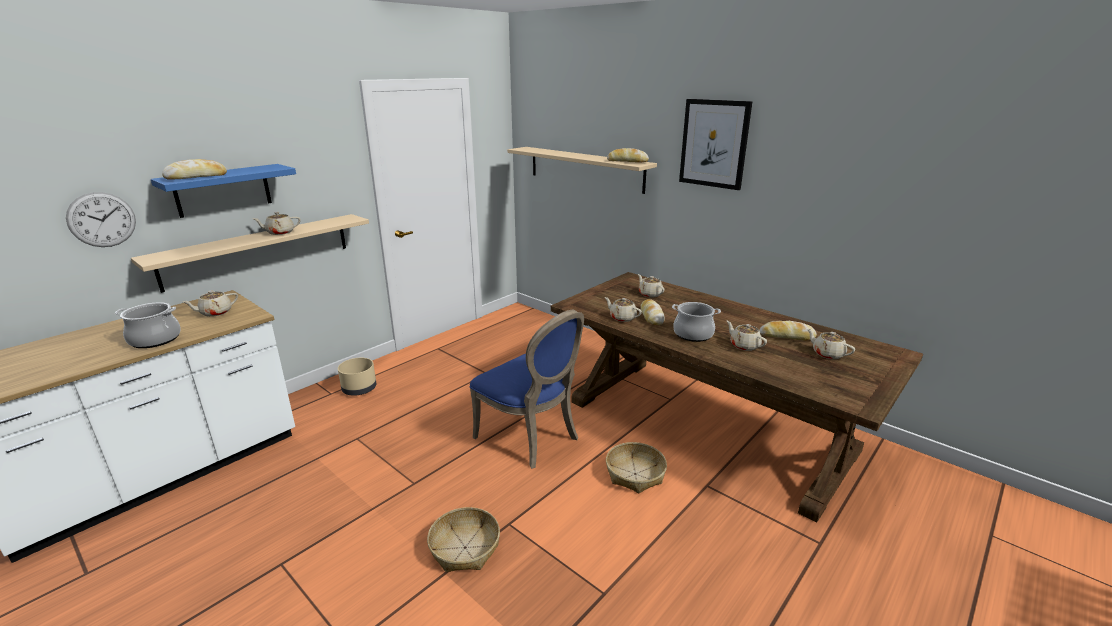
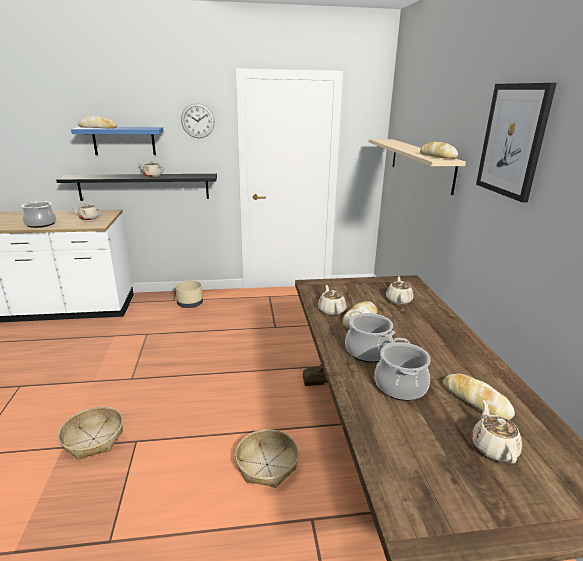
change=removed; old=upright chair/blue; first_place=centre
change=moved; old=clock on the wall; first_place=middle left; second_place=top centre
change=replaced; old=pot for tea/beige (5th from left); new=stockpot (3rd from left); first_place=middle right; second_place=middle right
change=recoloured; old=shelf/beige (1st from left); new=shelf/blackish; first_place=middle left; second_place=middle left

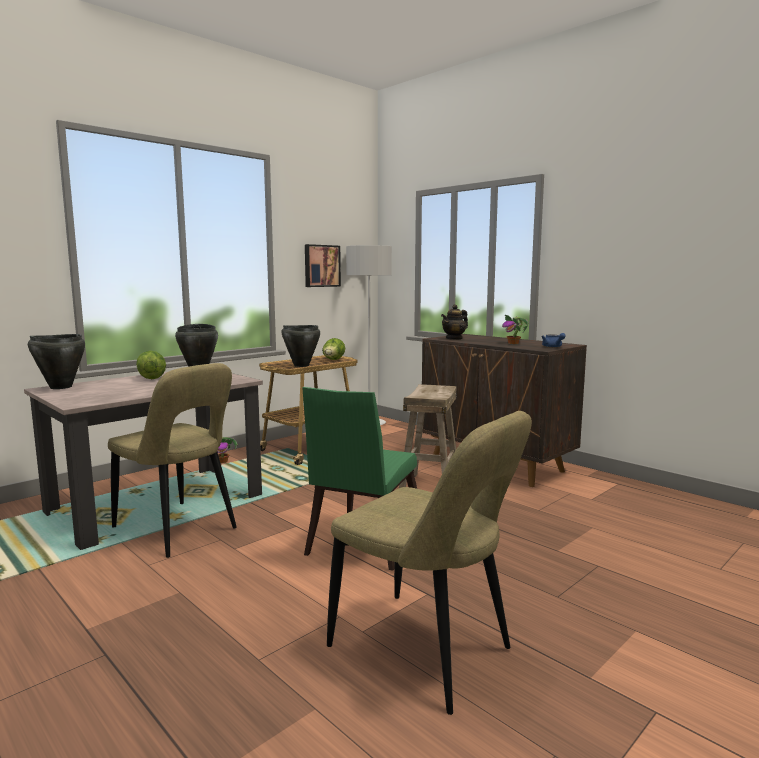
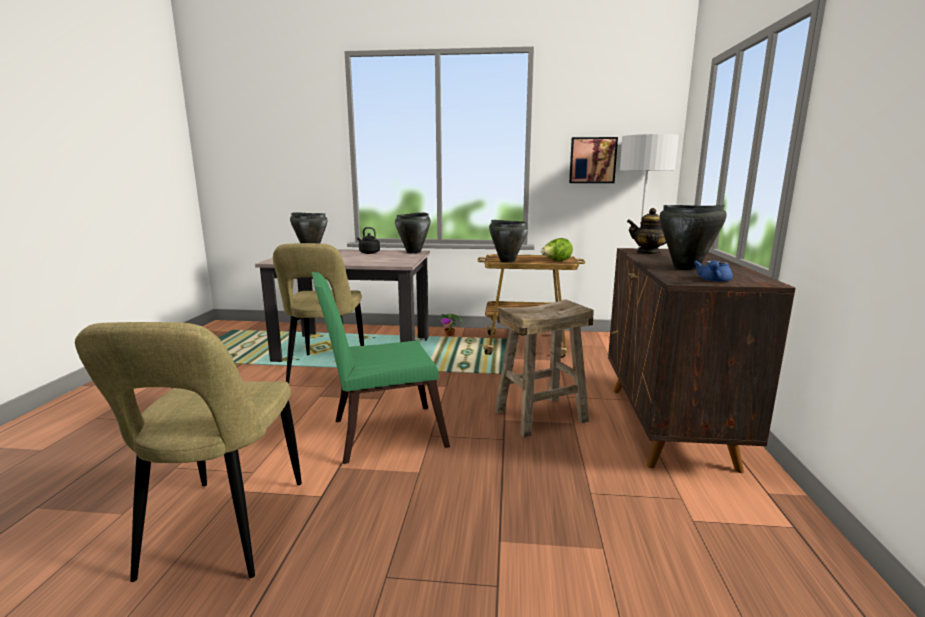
change=replaced; old=head of lettuce (1st from left); new=kettle/blackish; first_place=middle left; second_place=centre
change=replaced; old=plant in a pot (2nd from left); new=stockpot/blackish (4th from left); first_place=middle right; second_place=middle right

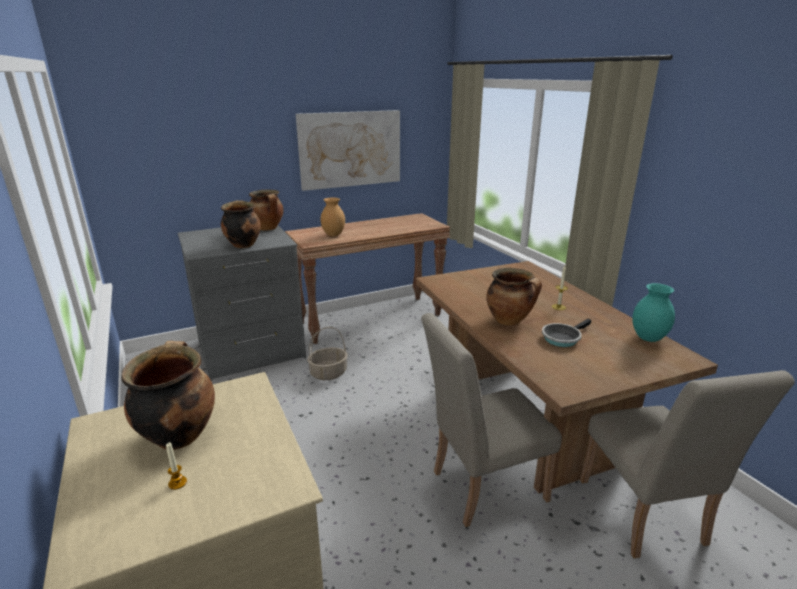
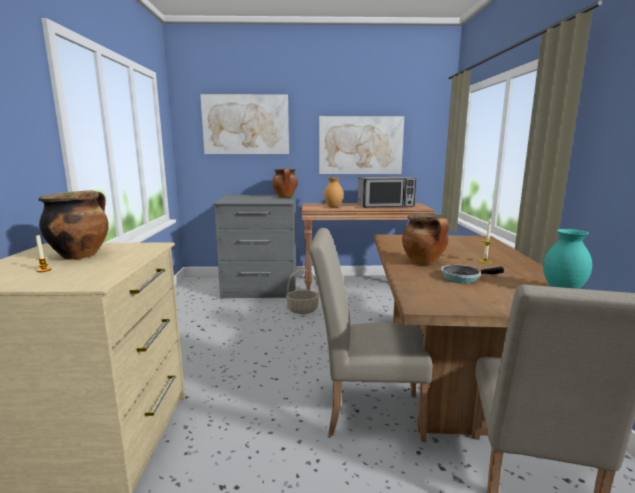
change=removed; old=stockpot (2nd from left); first_place=middle left
change=added; new=picture (1st from left); second_place=top centre
change=added; new=microwave; second_place=centre

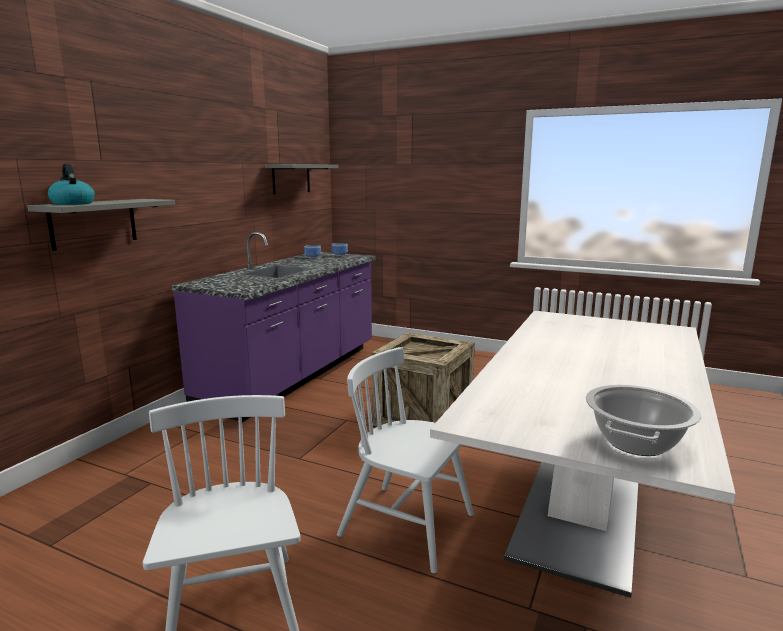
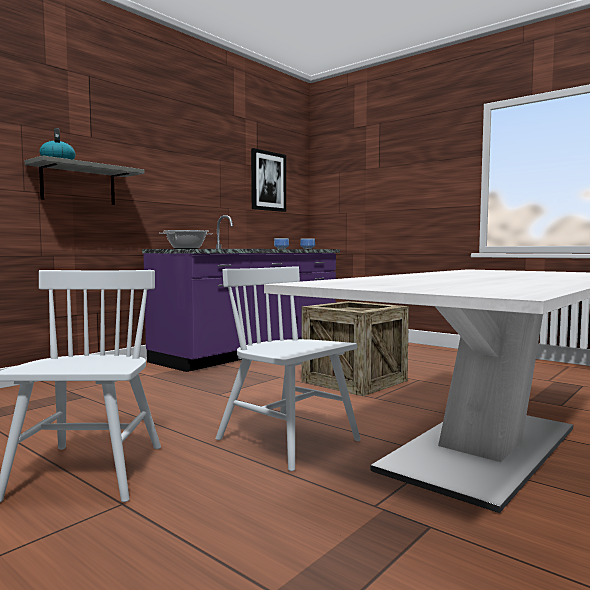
change=moved; old=stockpot; first_place=middle right; second_place=middle left
change=replaced; old=shelf/greyish (2nd from left); new=picture; first_place=top centre; second_place=top centre

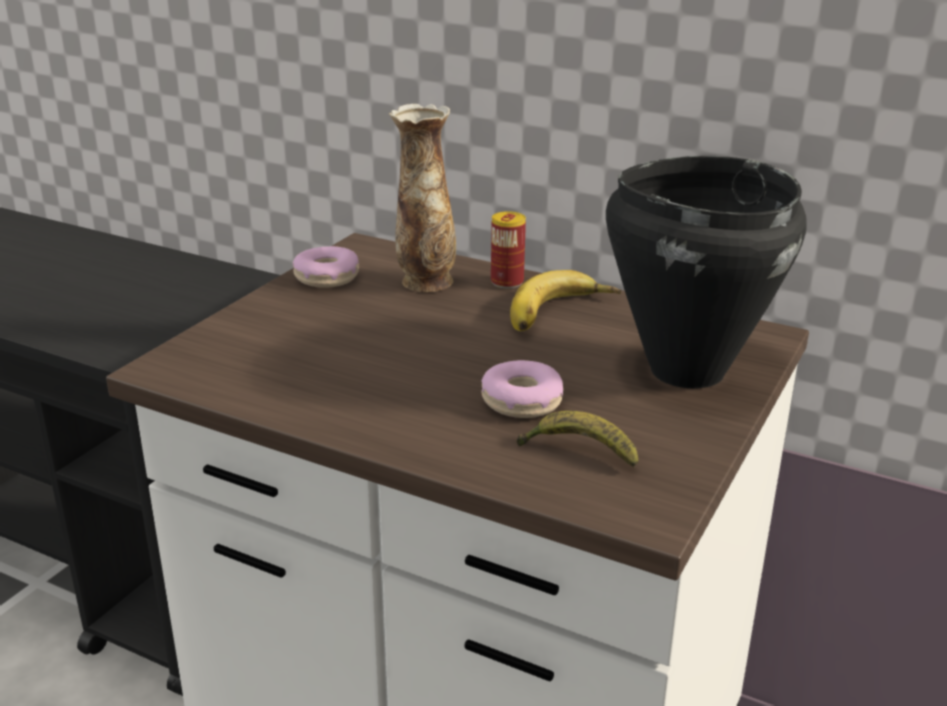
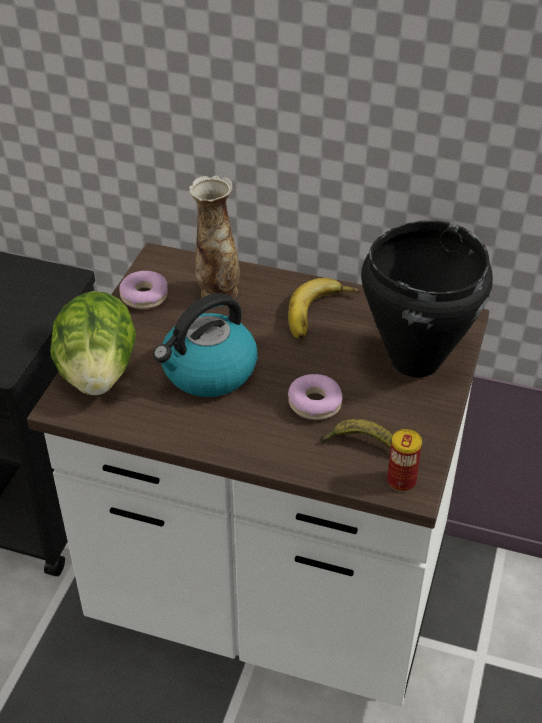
change=added; new=head of lettuce; second_place=middle left
change=added; new=kettle; second_place=centre
change=moved; old=sealed can; first_place=centre; second_place=middle right

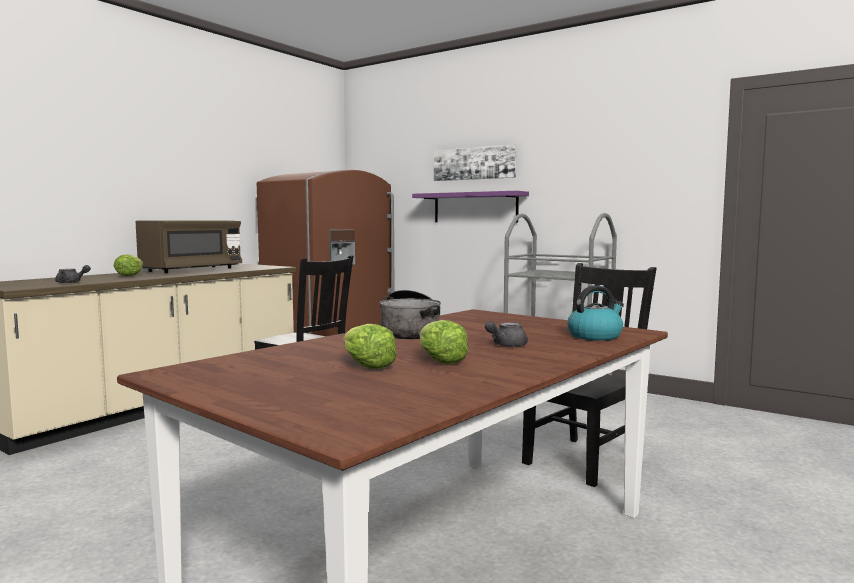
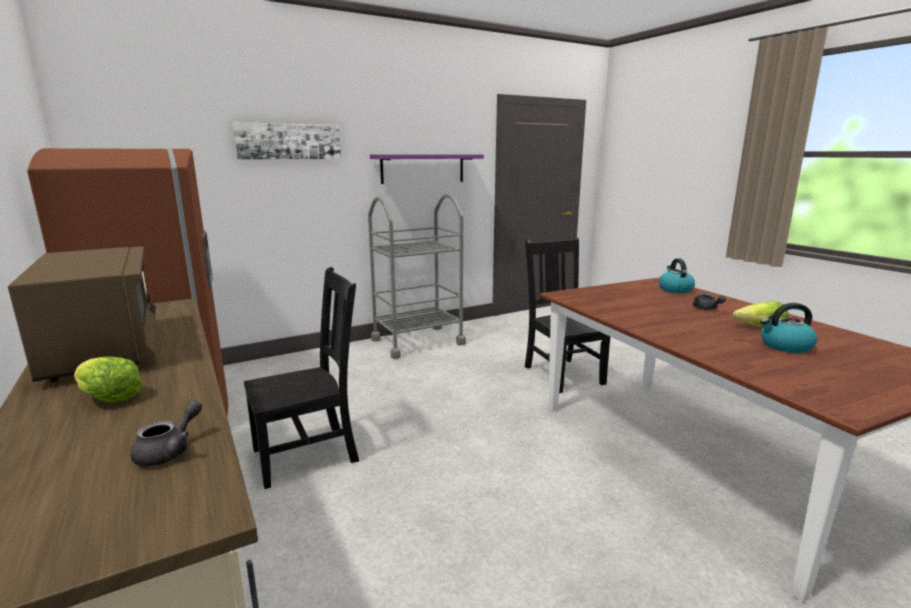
change=removed; old=stockpot; first_place=centre
change=moved; old=shelf/purple; first_place=centre; second_place=top centre
change=replaced; old=head of lettuce (2nd from left); new=kettle (2nd from left); first_place=centre; second_place=middle right

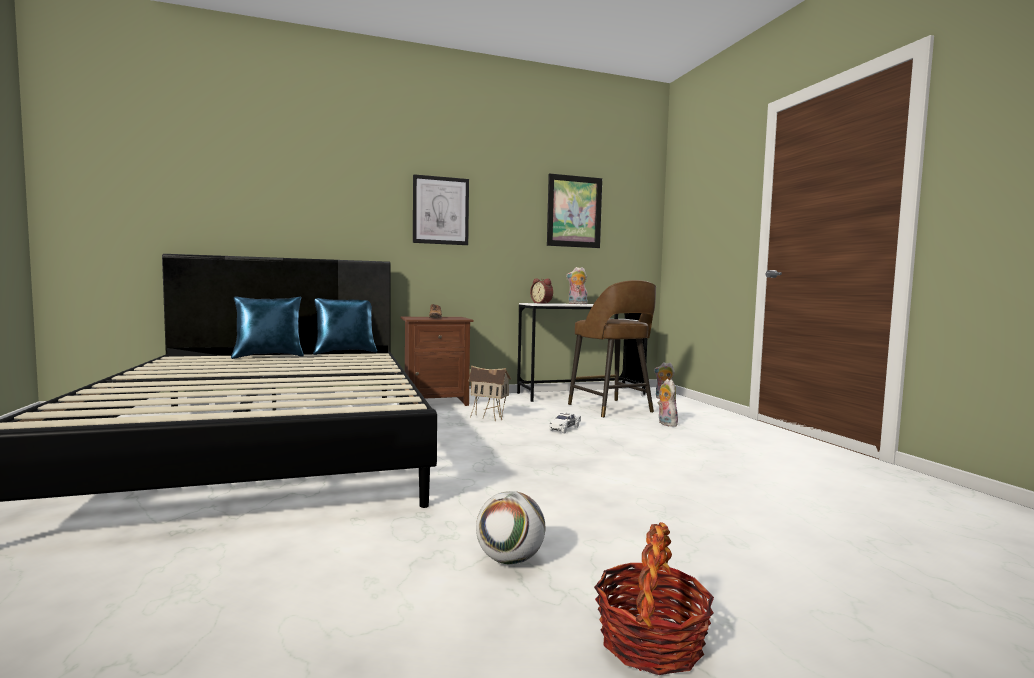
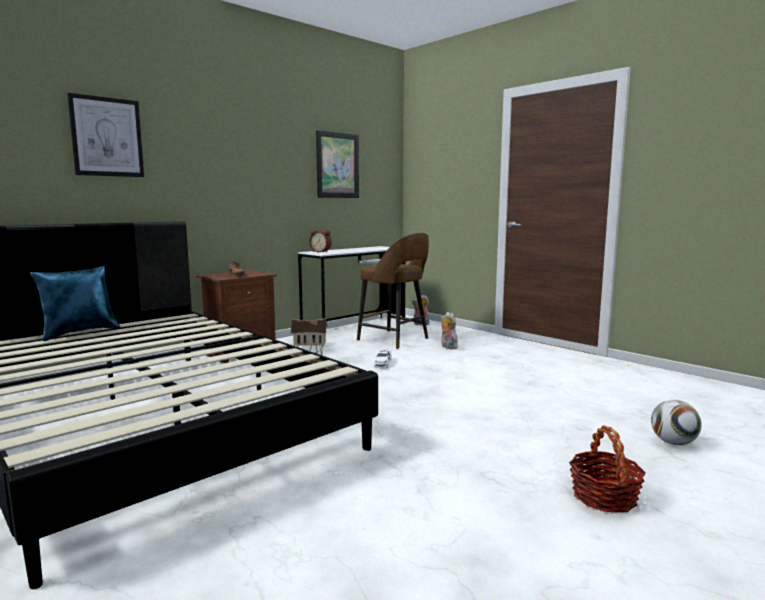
change=removed; old=cushion/blue (2nd from left); first_place=centre
change=removed; old=soft toy (1st from left); first_place=centre
change=moved; old=picture (1st from left); first_place=top centre; second_place=top left
change=moved; old=football ball; first_place=bottom centre; second_place=bottom right

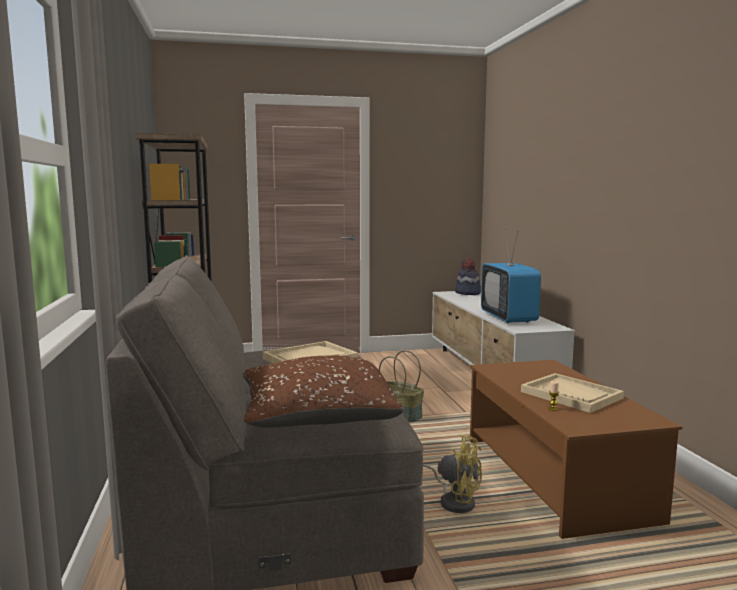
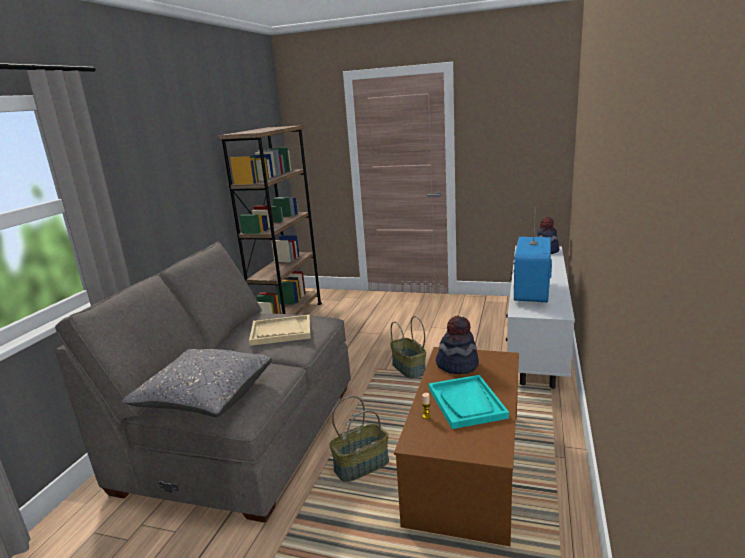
change=added; new=clothing hat (1st from left); second_place=centre
change=replaced; old=cooling fan/yellow-coloured; new=basket (1st from left); first_place=bottom centre; second_place=bottom centre
change=recoloured; old=cushion/brown; new=cushion/greyish; first_place=centre; second_place=bottom left
change=recoloured; old=carrying tray/beige (2nd from left); new=carrying tray/blue-green; first_place=middle right; second_place=bottom centre

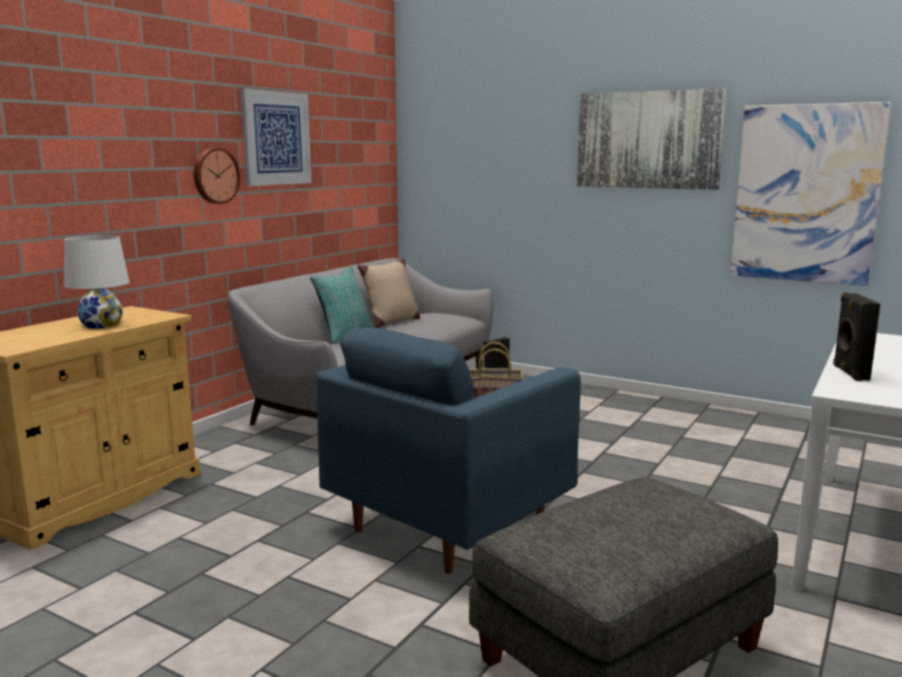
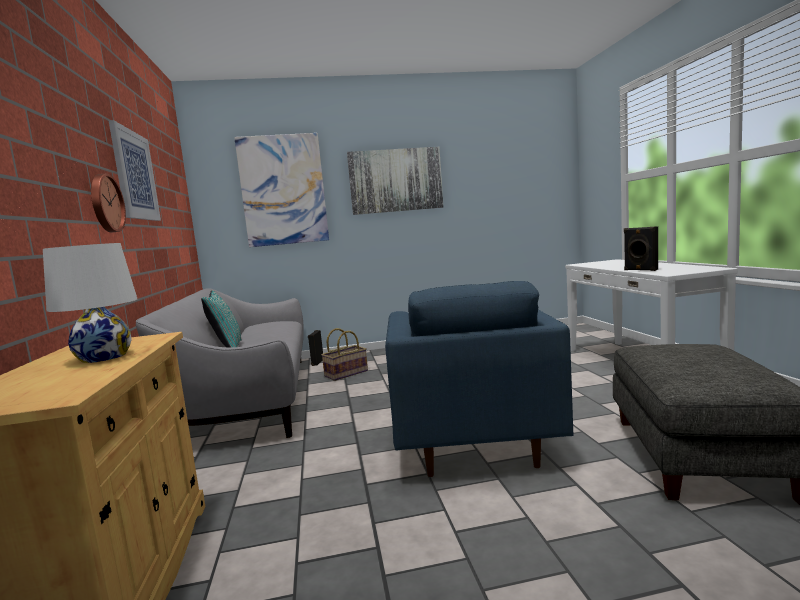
change=removed; old=cushion/beige; first_place=centre
change=moved; old=picture (3rd from left in the first image); new=picture (2nd from left); first_place=top right; second_place=top centre

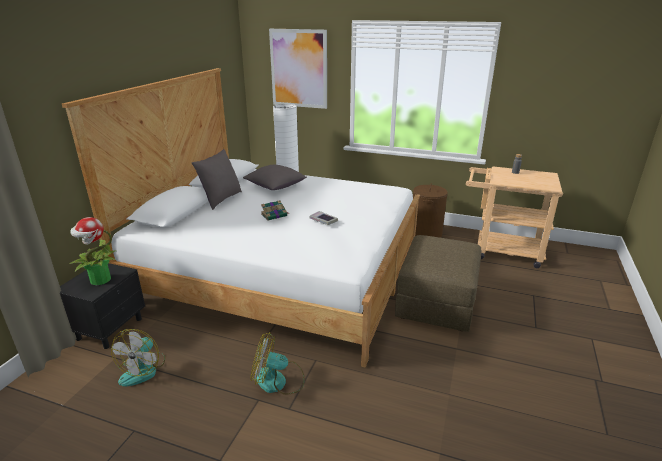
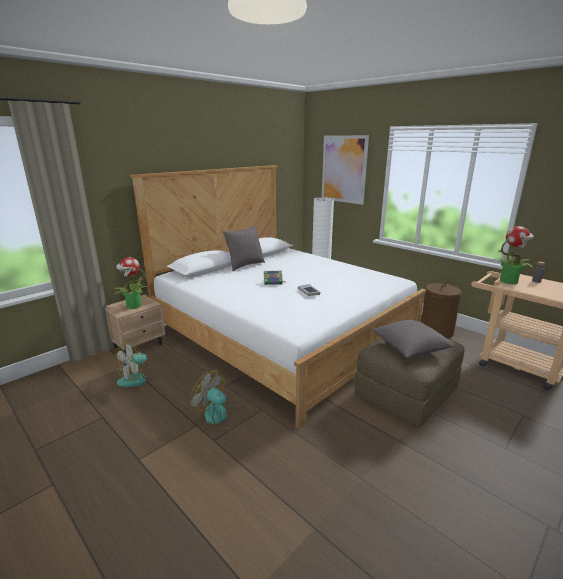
change=added; new=plant in a pot (2nd from left); second_place=middle right
change=moved; old=cushion/greyish (2nd from left); first_place=centre; second_place=middle right
change=recoloured; old=nightstand/blackish; new=nightstand/beige; first_place=middle left; second_place=middle left

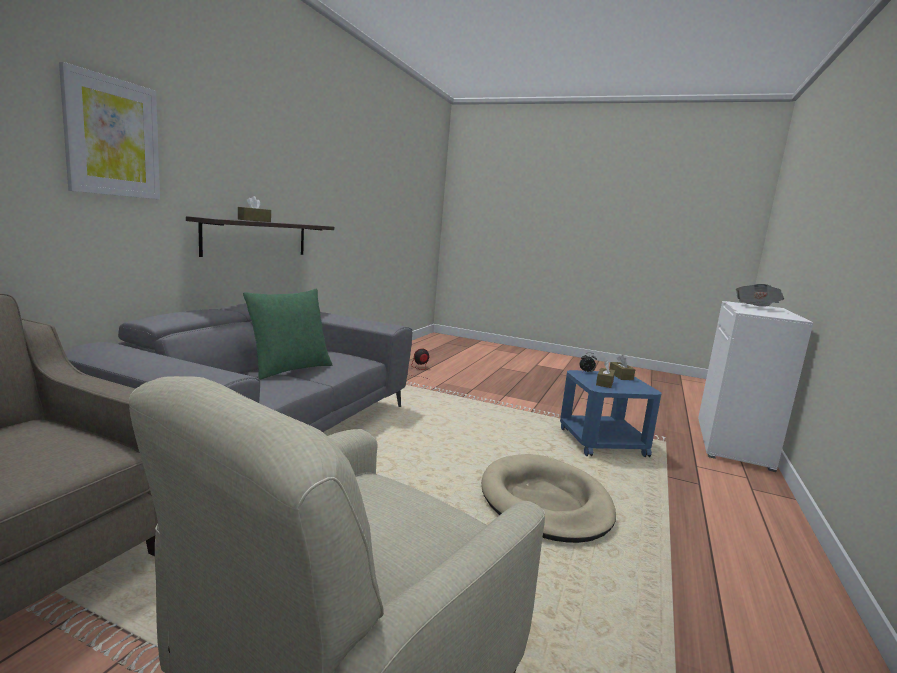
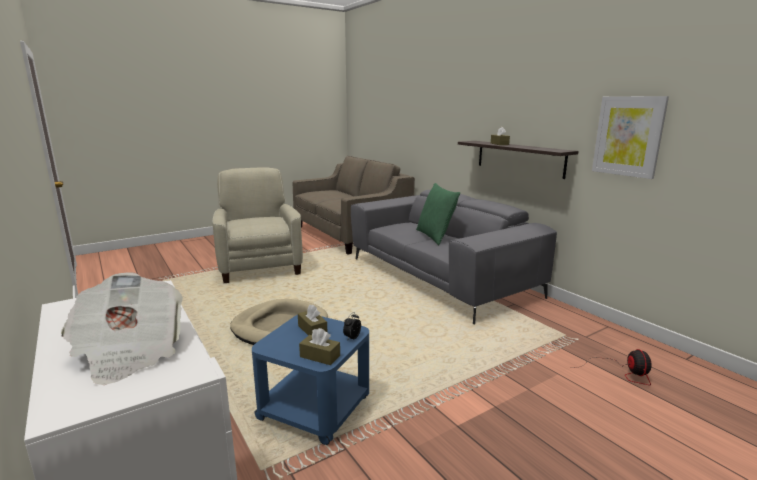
change=moved; old=picture; first_place=top left; second_place=top right

